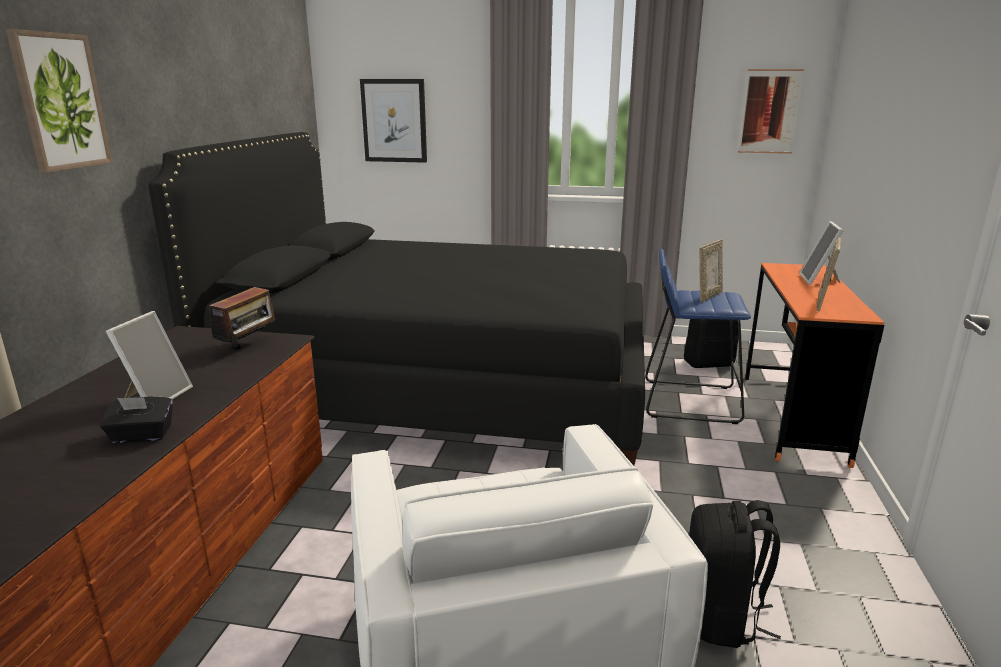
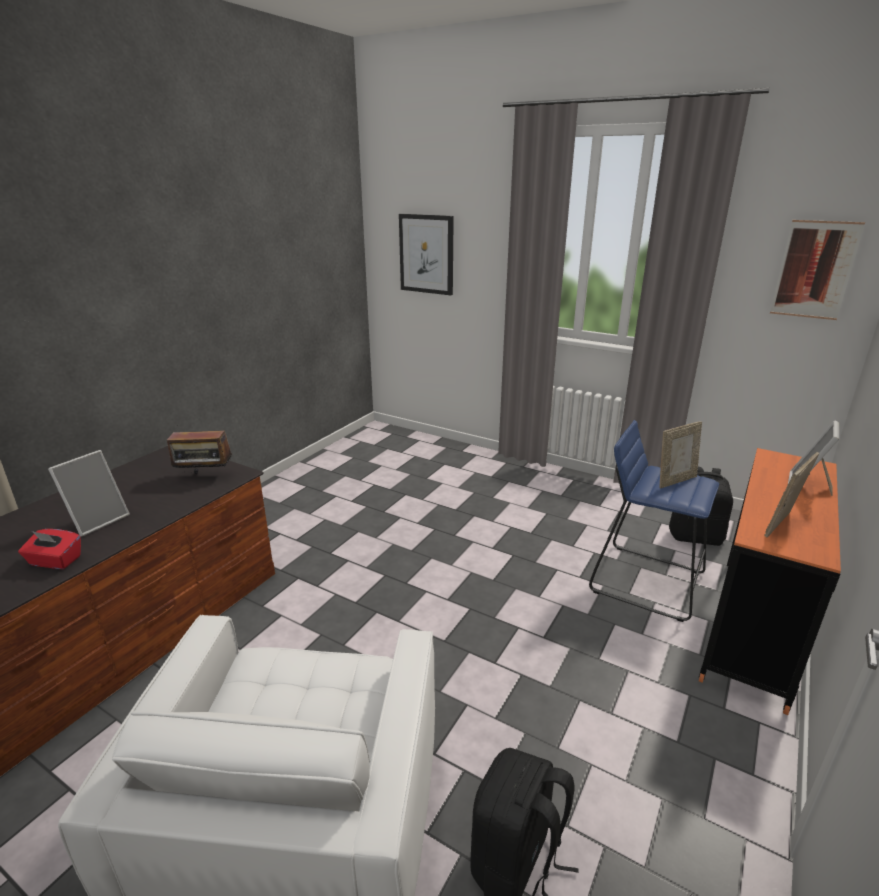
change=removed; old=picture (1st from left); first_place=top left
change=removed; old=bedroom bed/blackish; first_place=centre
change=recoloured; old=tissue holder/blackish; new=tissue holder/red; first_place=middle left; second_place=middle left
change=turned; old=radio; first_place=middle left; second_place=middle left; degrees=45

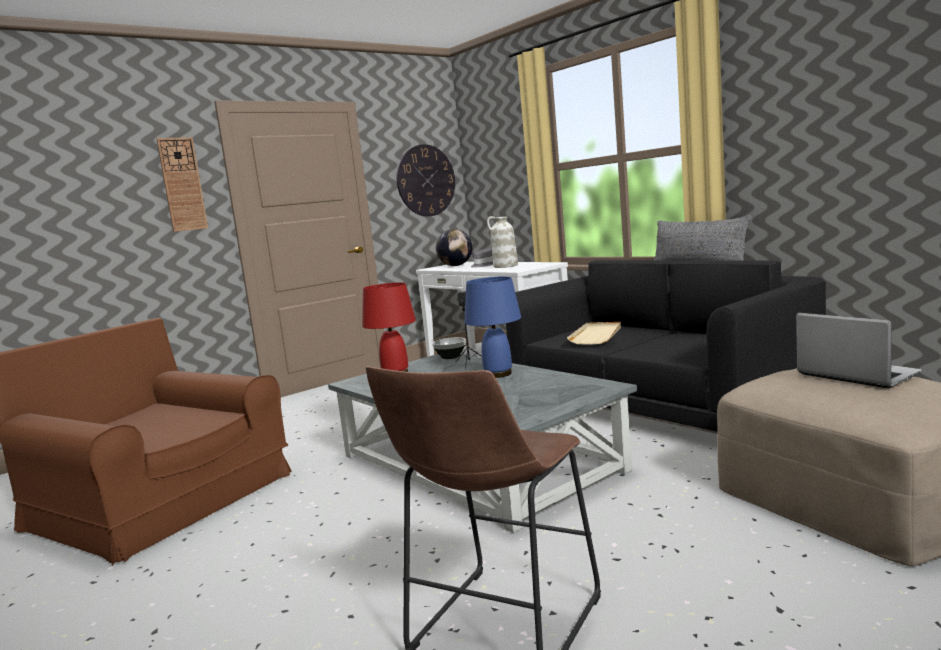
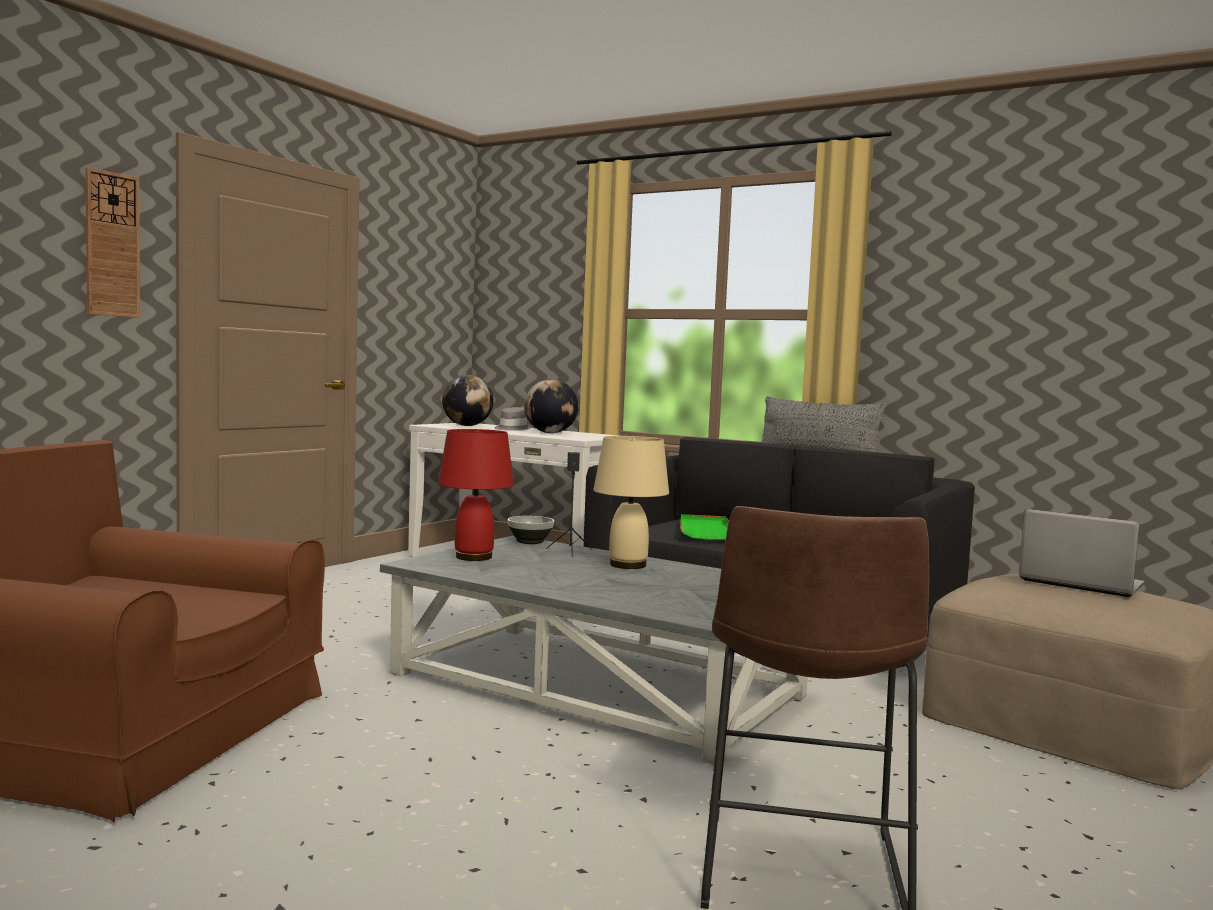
change=removed; old=clock on the wall (2nd from left); first_place=top centre
change=replaced; old=decorative vase/white; new=desk globe (2nd from left); first_place=centre; second_place=centre
change=recoloured; old=table lamp/blue; new=table lamp/beige; first_place=centre; second_place=centre
change=recoloured; old=carrying tray/beige; new=carrying tray/greenish; first_place=centre; second_place=centre

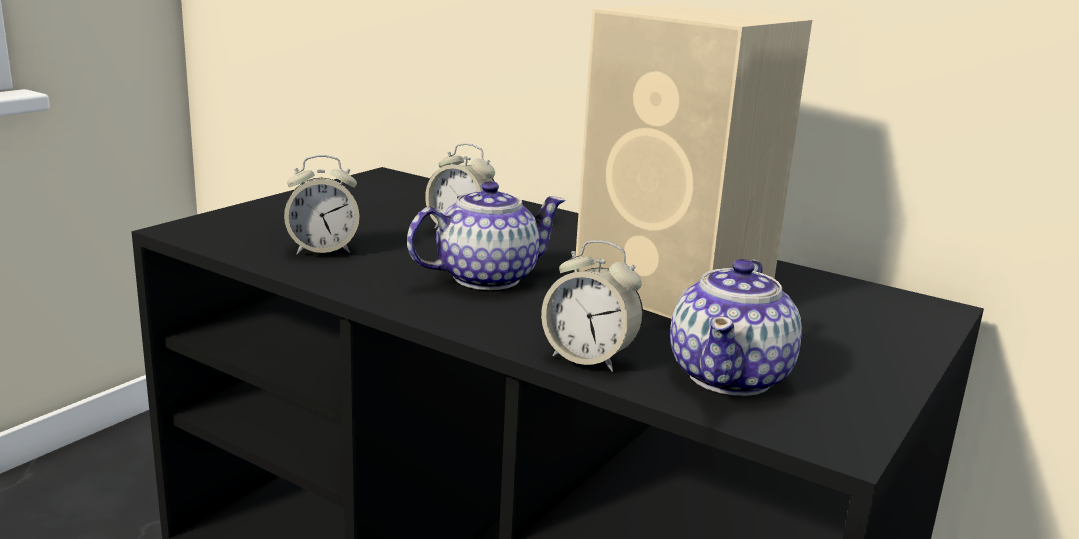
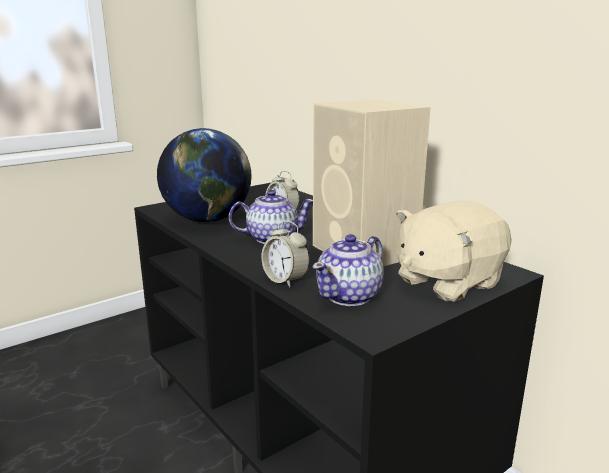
change=added; new=soft toy/beige; second_place=middle right
change=replaced; old=alarm clock (1st from left); new=desk globe; first_place=middle left; second_place=centre

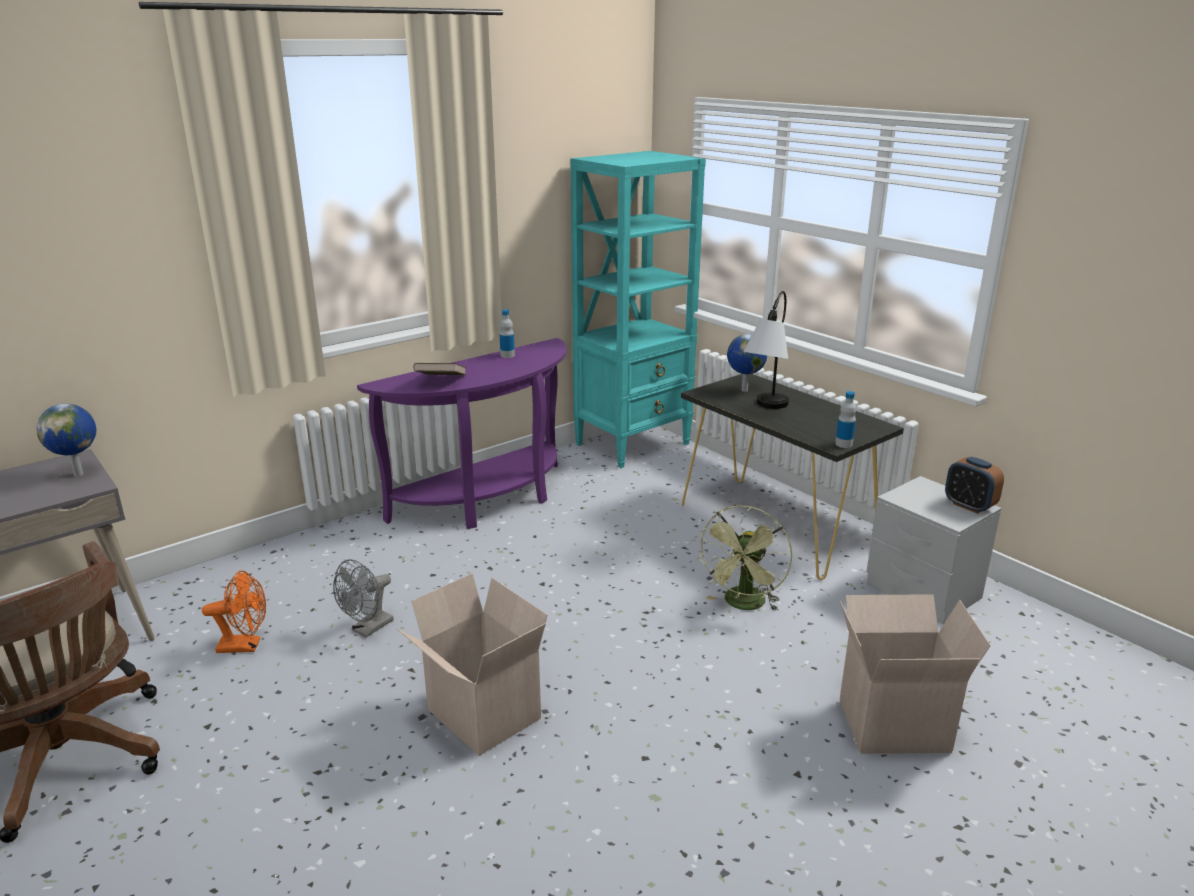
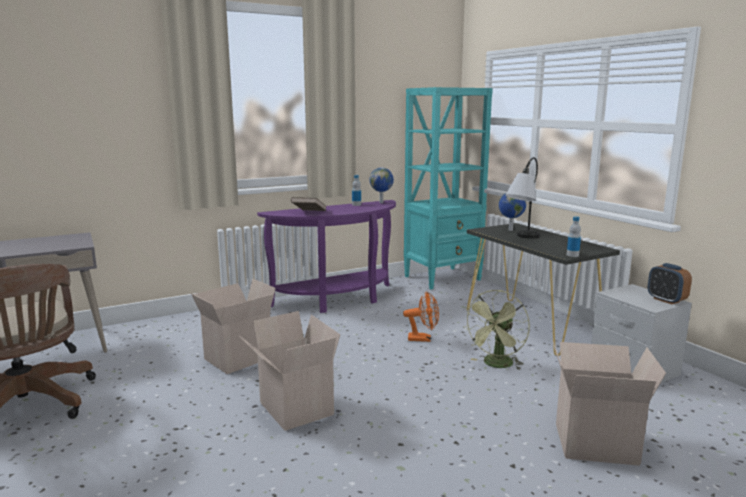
change=moved; old=desk globe (1st from left); first_place=middle left; second_place=centre
change=moved; old=cooling fan/orangey; first_place=bottom left; second_place=centre
change=replaced; old=cooling fan/greyish; new=carton (1st from left); first_place=bottom left; second_place=middle left

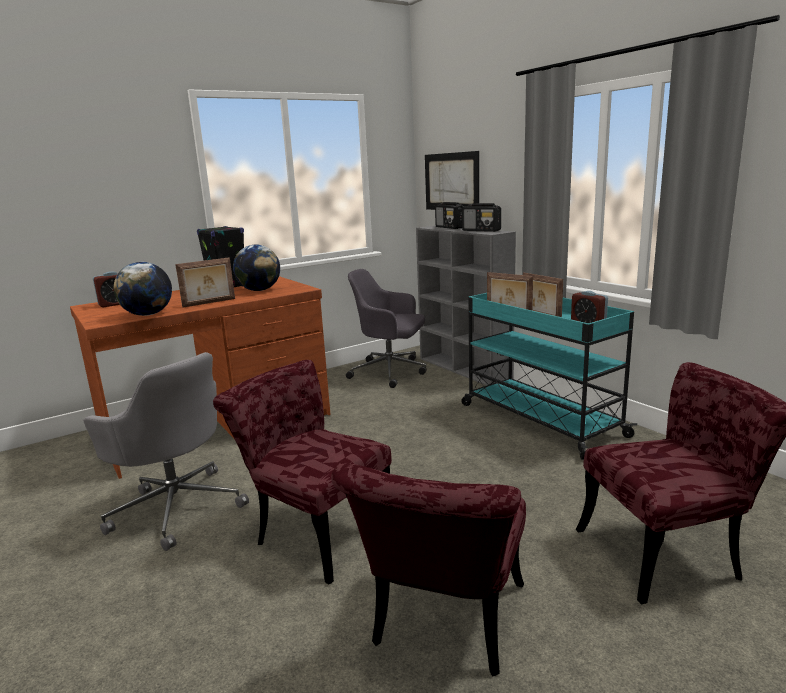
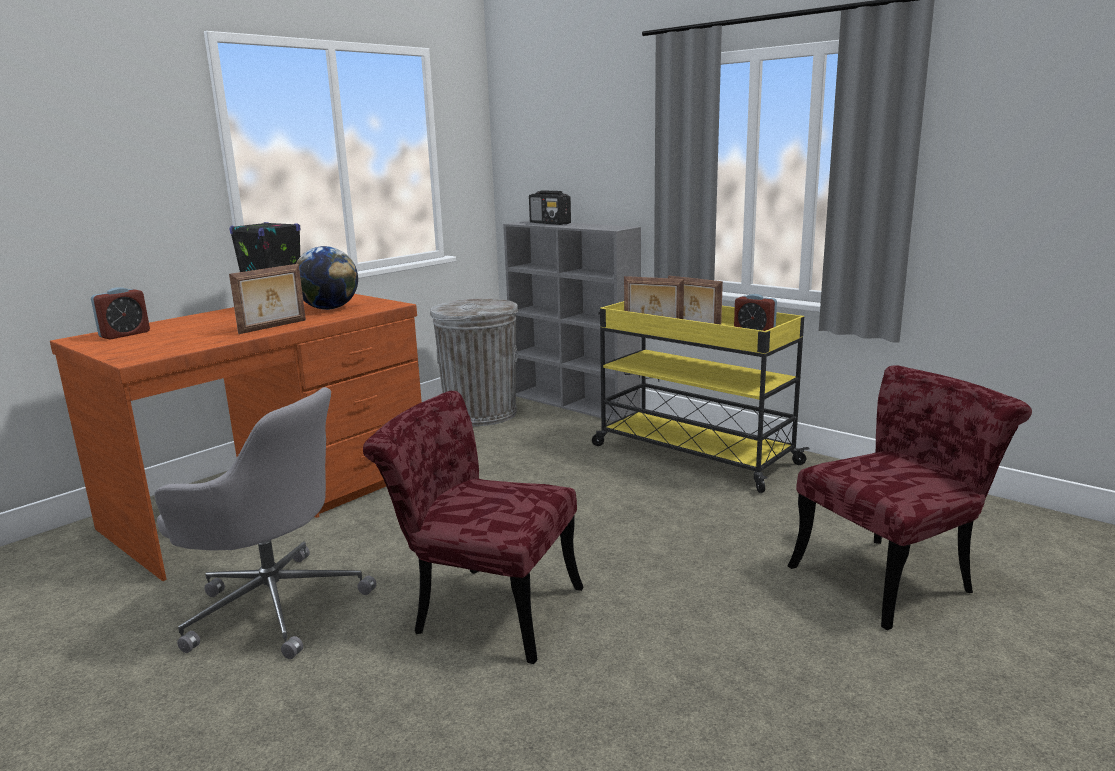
change=removed; old=desk globe (1st from left); first_place=middle left
change=removed; old=upright chair/red (2nd from left); first_place=bottom centre
change=removed; old=picture; first_place=top centre
change=removed; old=radio (2nd from left); first_place=top centre
change=replaced; old=office chair/greyish (2nd from left); new=rubbish bin/greyish; first_place=centre; second_place=centre
change=recoloured; old=cart/blue-green; new=cart/yellow-coloured; first_place=middle right; second_place=centre

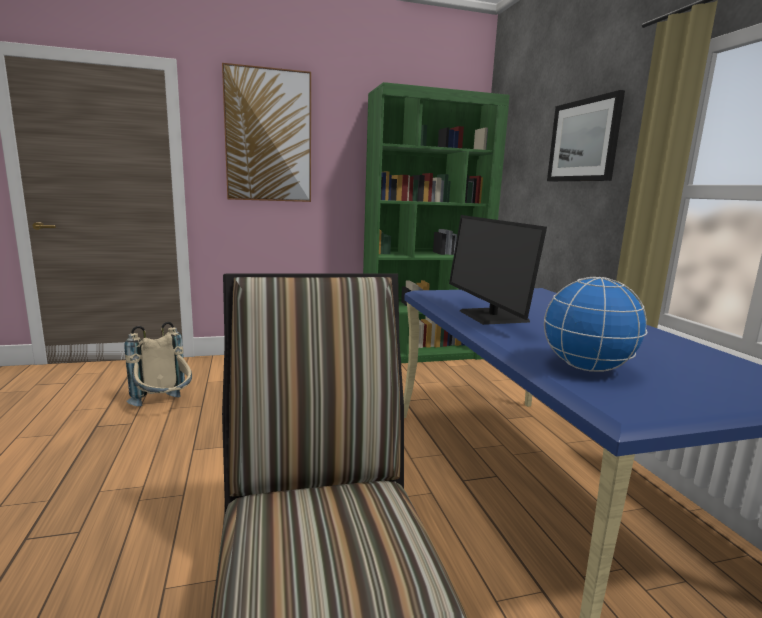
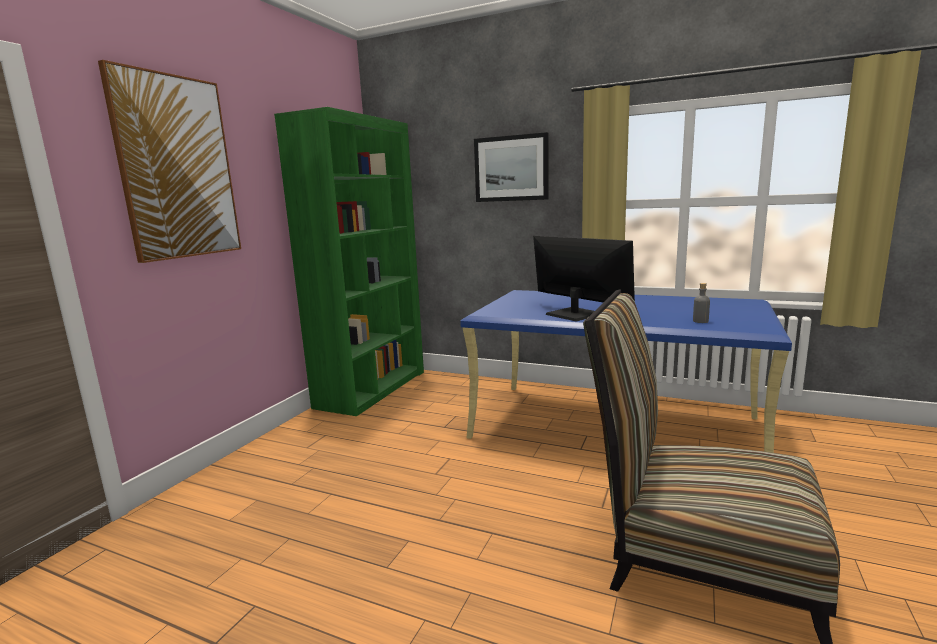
change=removed; old=knapsack/beige; first_place=middle left
change=replaced; old=desk globe; new=beverage bottle/greyish; first_place=middle right; second_place=middle right
change=turned; old=monitor; first_place=centre; second_place=centre; degrees=-150

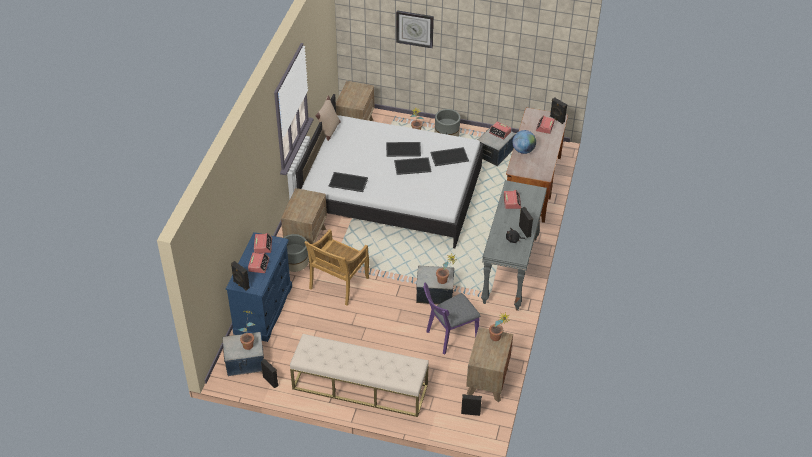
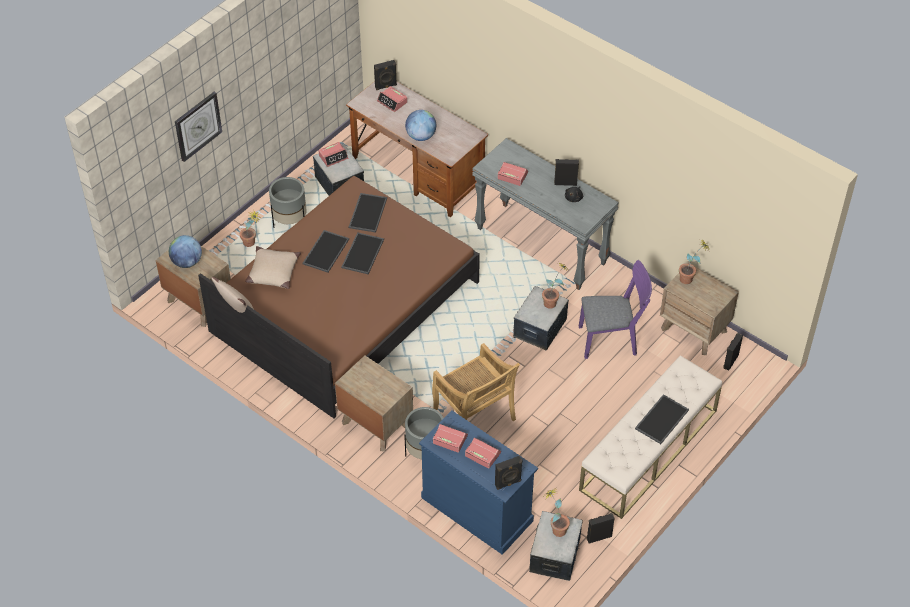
change=added; new=desk globe (1st from left); second_place=middle left
change=added; new=cushion/beige (2nd from left); second_place=middle left
change=moved; old=carrying tray (1st from left in the first image); new=carrying tray (4th from left); first_place=centre; second_place=bottom right
change=recoloured; old=bedroom bed/white; new=bedroom bed/brown; first_place=centre; second_place=centre
change=turned; old=upright chair/purple; first_place=bottom centre; second_place=middle right; degrees=-90

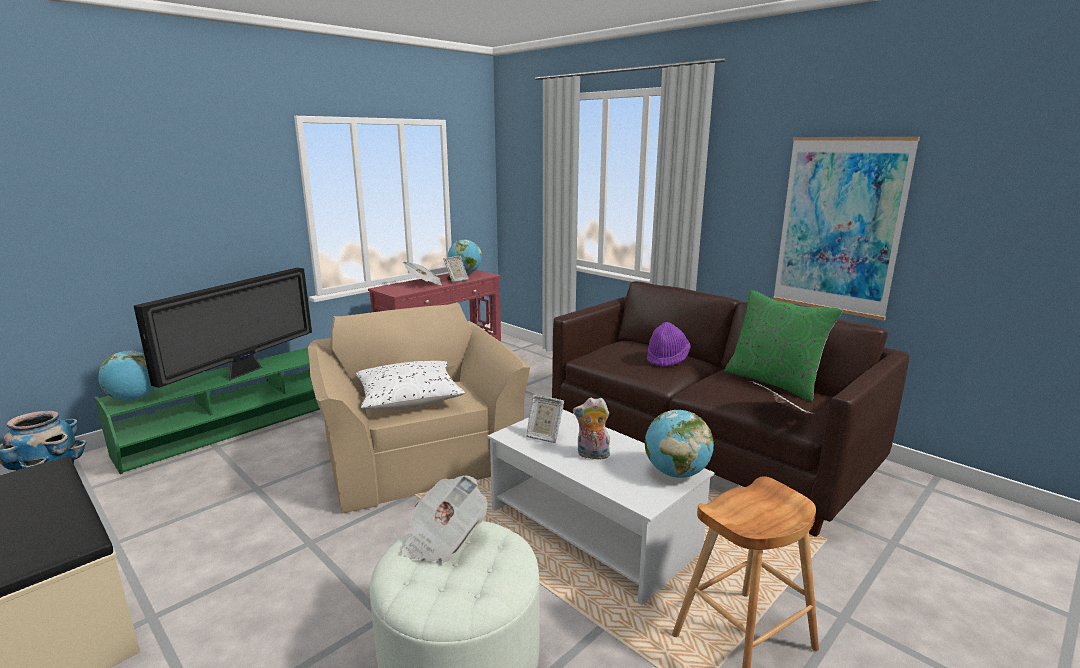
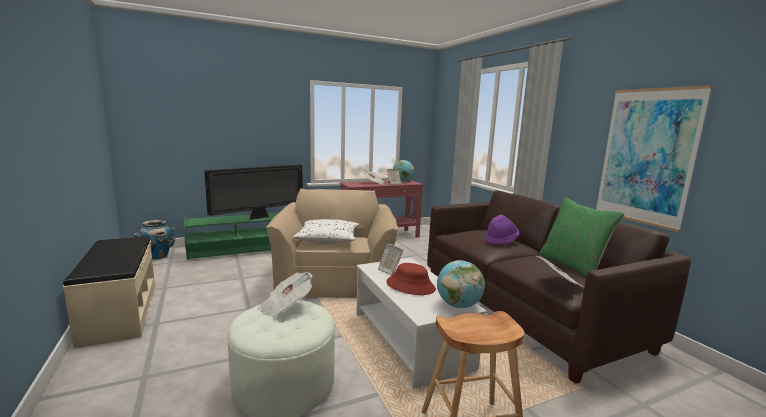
change=removed; old=desk globe (1st from left); first_place=middle left
change=replaced; old=soft toy; new=clothing hat/red; first_place=centre; second_place=bottom centre

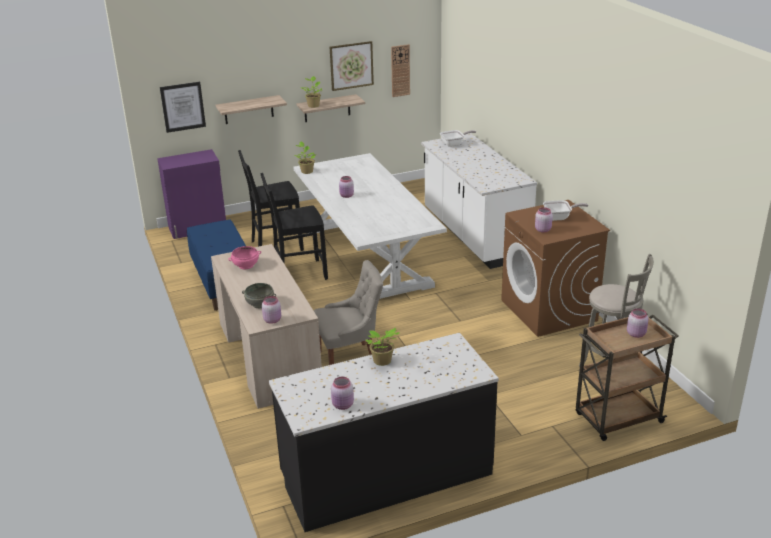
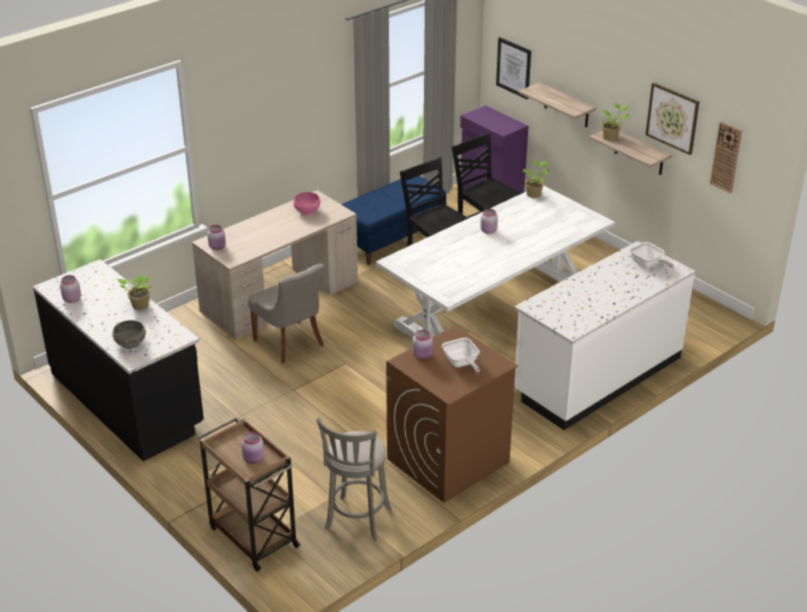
change=moved; old=serving bowl/greyish; first_place=centre; second_place=middle left

